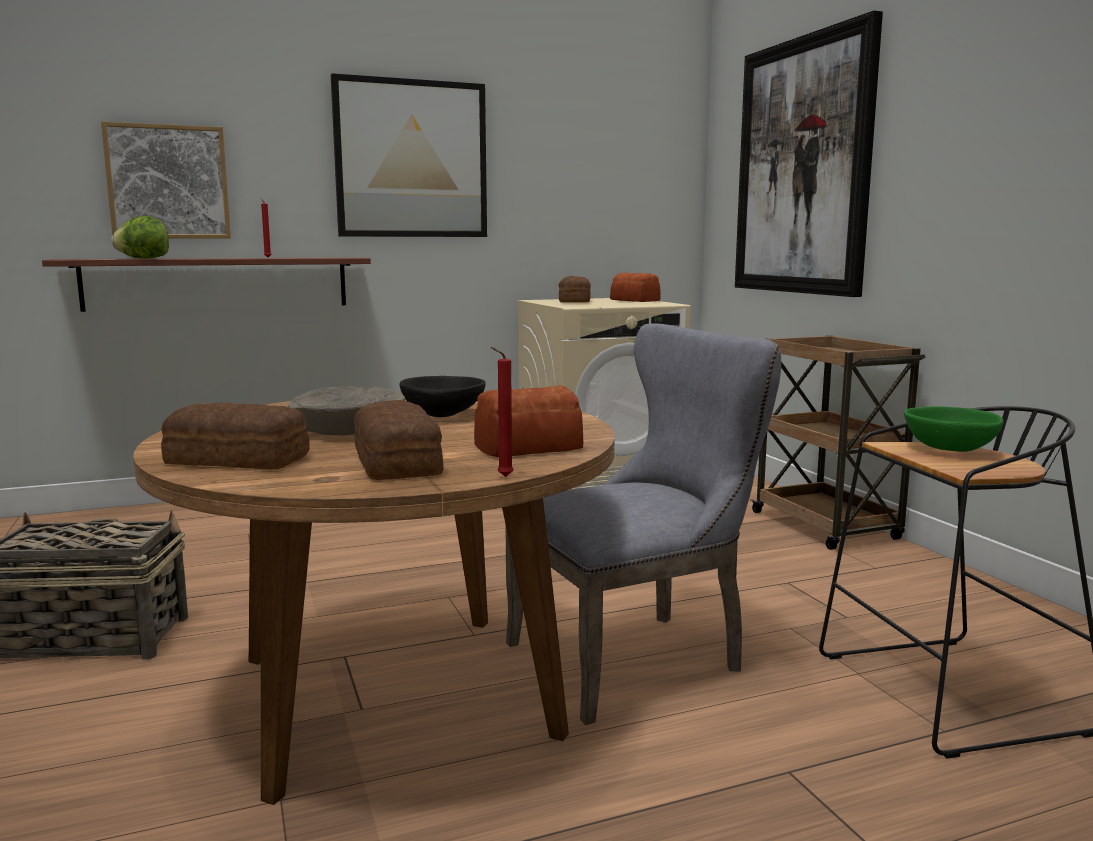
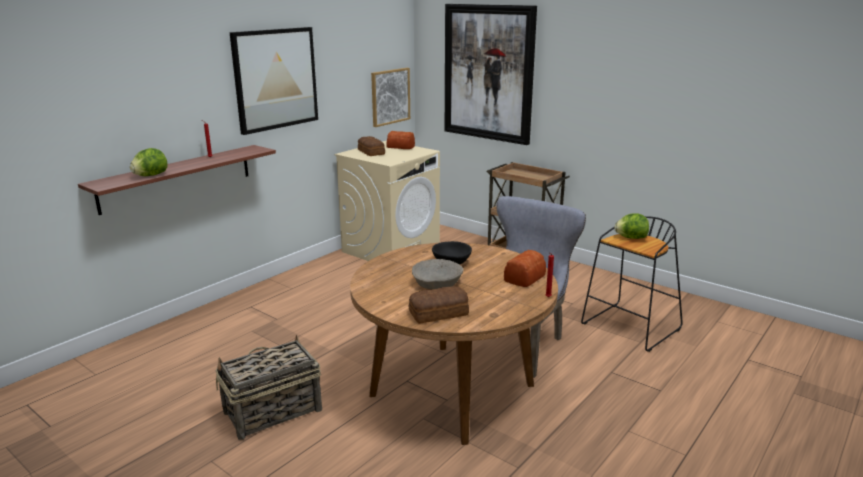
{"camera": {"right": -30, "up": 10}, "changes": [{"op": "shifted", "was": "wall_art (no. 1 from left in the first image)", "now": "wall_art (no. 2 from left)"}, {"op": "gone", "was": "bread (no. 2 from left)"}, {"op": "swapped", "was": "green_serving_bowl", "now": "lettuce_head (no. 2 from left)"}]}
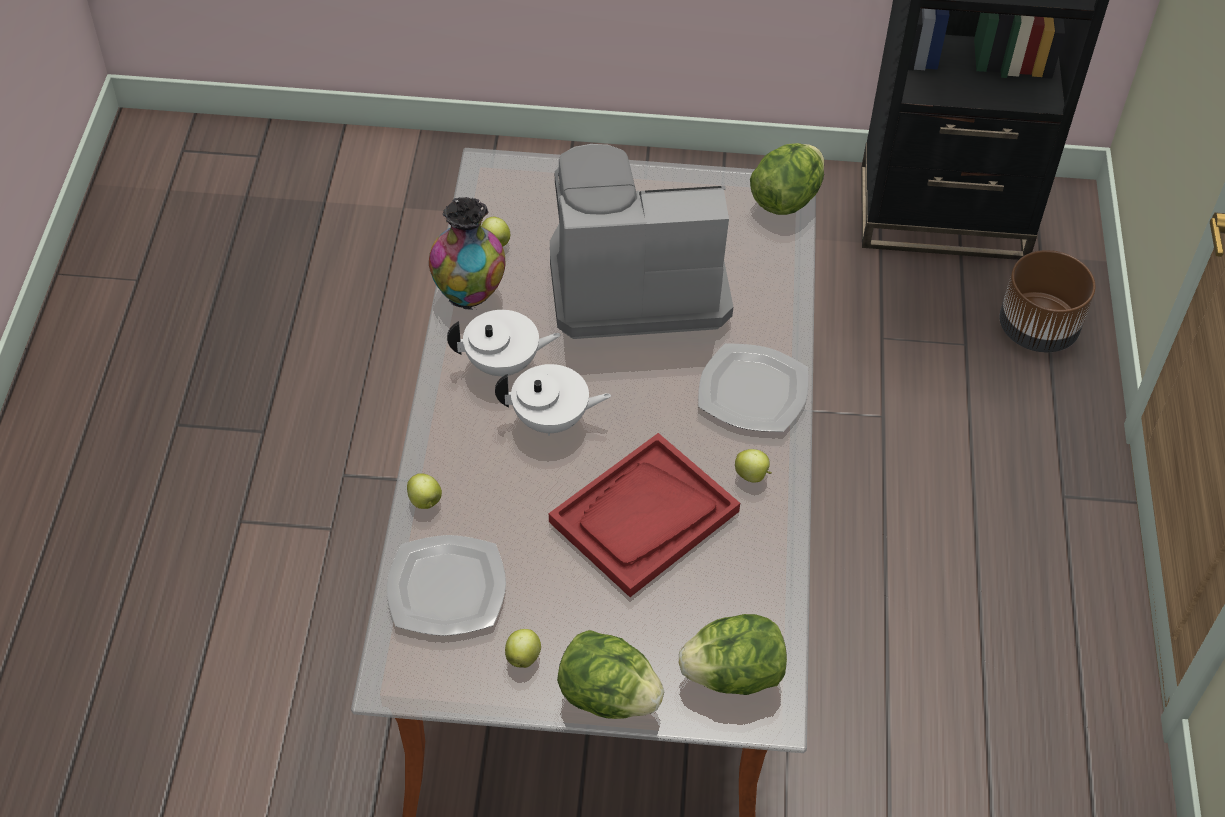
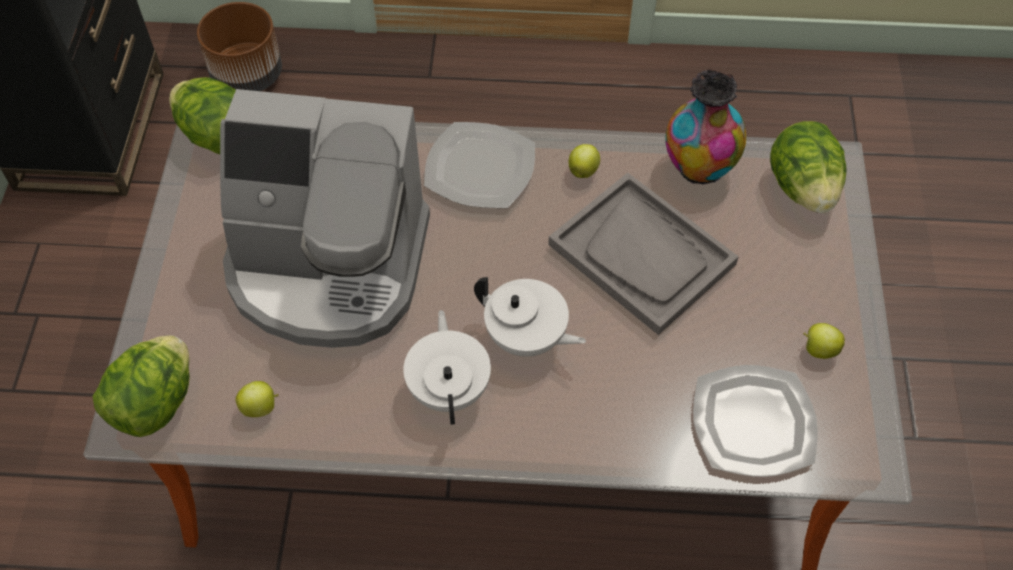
{"camera": {"right": -90, "up": 5}, "changes": [{"op": "gone", "was": "apple_fruit (no. 1 from left)"}, {"op": "shifted", "was": "decorative_vase"}, {"op": "rotated", "was": "whitish_tea_pot (no. 2 from left)", "clockwise": 120}, {"op": "repainted", "was": "reddish_serving_tray", "now": "gray_serving_tray"}, {"op": "rotated", "was": "coffee_brewer", "clockwise": -75}, {"op": "shifted", "was": "lettuce_head (no. 1 from left)"}]}
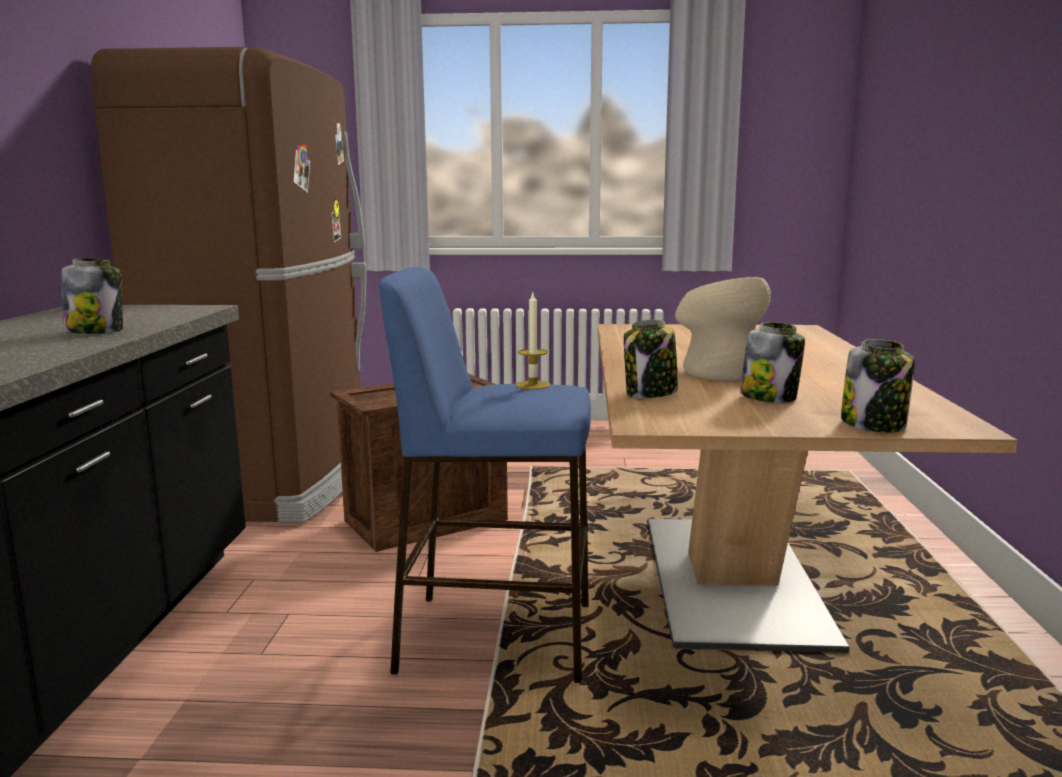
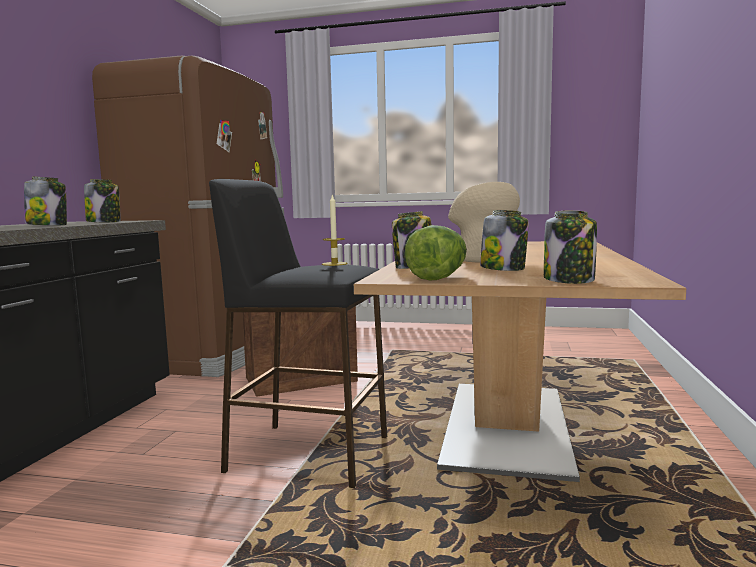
{"camera": {"right": 10, "up": -5}, "changes": [{"op": "repainted", "was": "blue_sitting_stool", "now": "black_sitting_stool"}, {"op": "new", "now": "storage_jar (no. 2 from left)"}, {"op": "new", "now": "lettuce_head"}]}
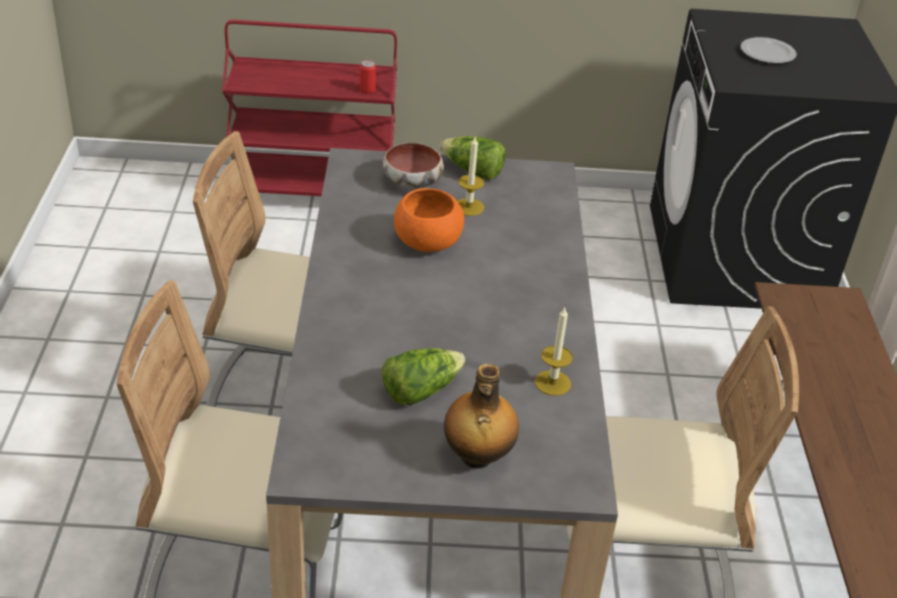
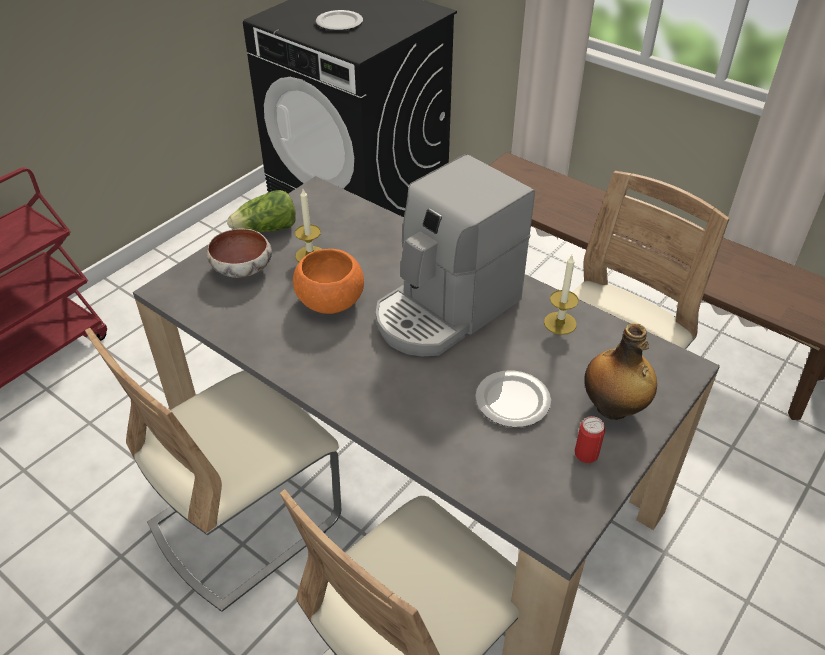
{"camera": {"right": -50, "up": 5}, "changes": [{"op": "shifted", "was": "metal_can"}, {"op": "swapped", "was": "lettuce_head (no. 1 from left)", "now": "flat_dish (no. 2 from left)"}, {"op": "new", "now": "coffee_brewer"}]}
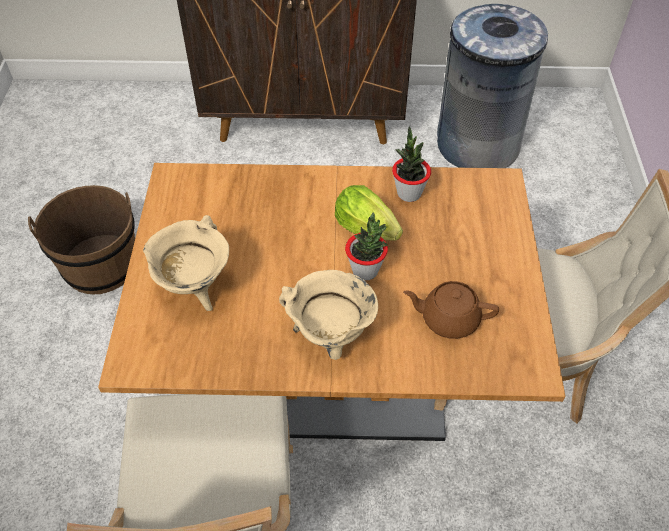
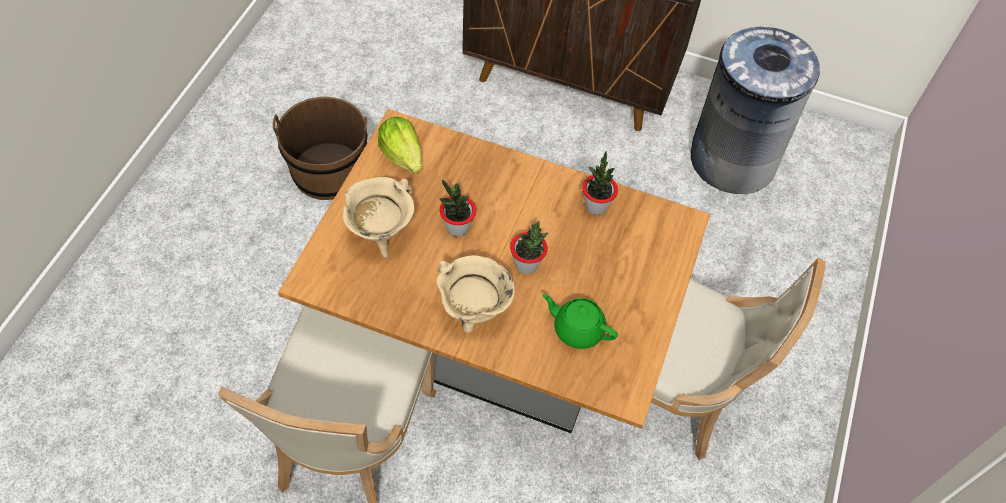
{"camera": {"right": 15, "up": 5}, "changes": [{"op": "shifted", "was": "lettuce_head"}, {"op": "repainted", "was": "brown_tea_pot", "now": "green_tea_pot"}, {"op": "new", "now": "plant_in_a_pot (no. 1 from left)"}]}
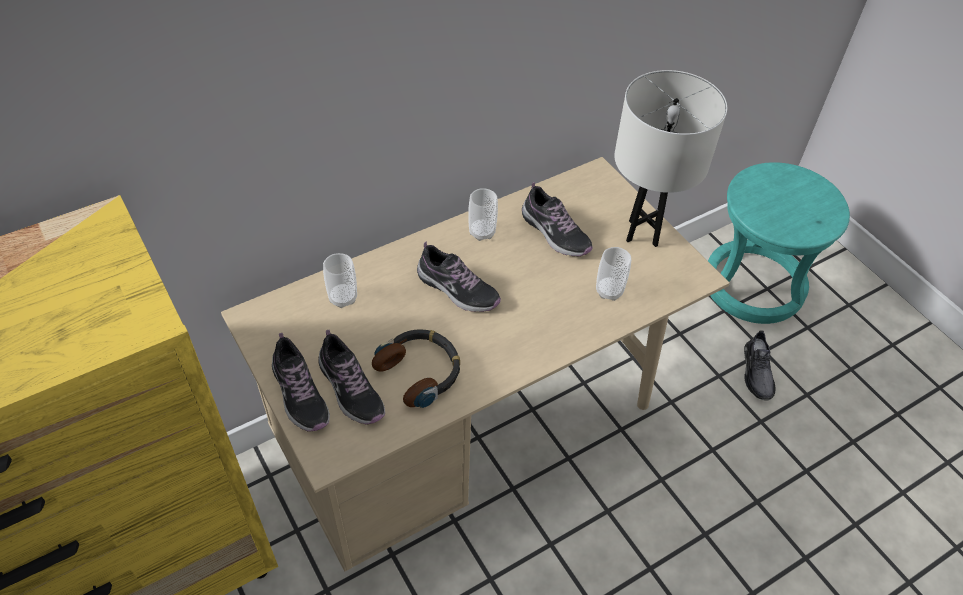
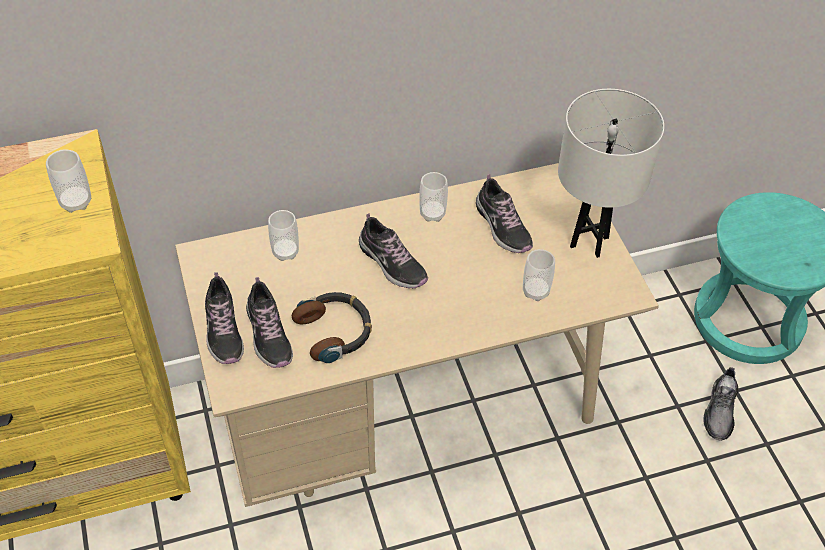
{"camera": {"right": 15, "up": 0}, "changes": [{"op": "new", "now": "small_cup (no. 1 from left)"}]}
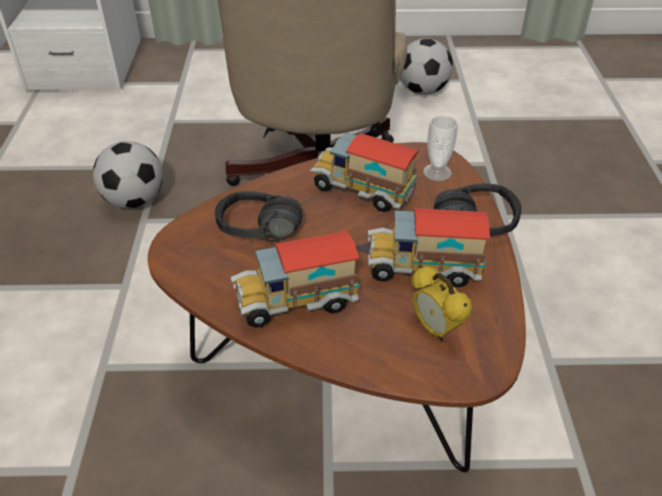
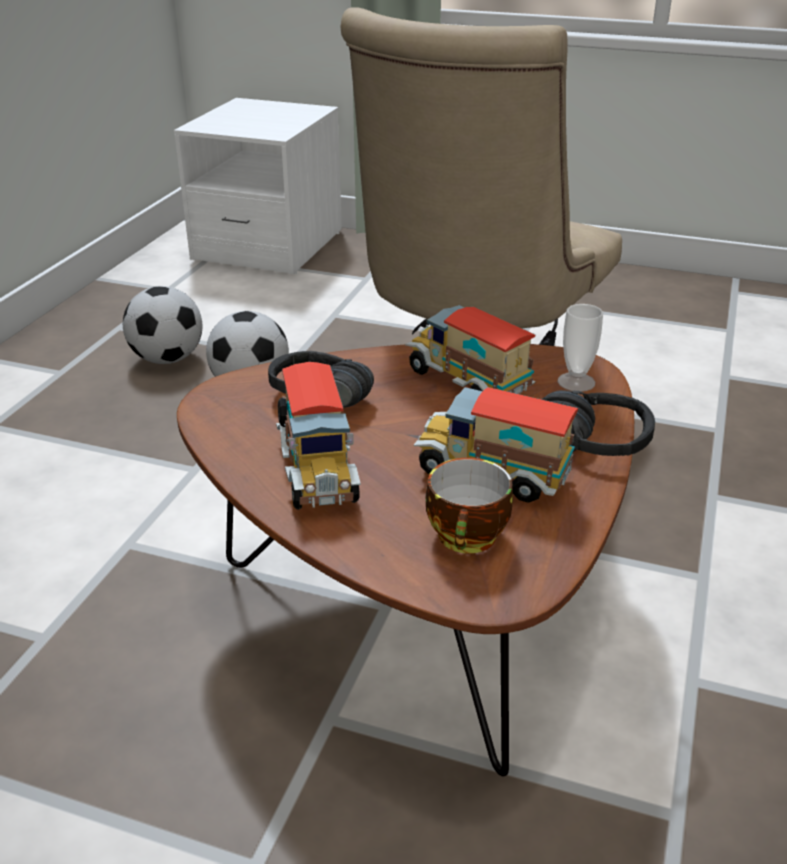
{"camera": {"right": 20, "up": -10}, "changes": [{"op": "rotated", "was": "model_truck (no. 1 from left)", "clockwise": -105}, {"op": "shifted", "was": "football (no. 2 from left in the first image)", "now": "football (no. 1 from left)"}, {"op": "swapped", "was": "bedside_clock", "now": "small_cup (no. 1 from left)"}]}
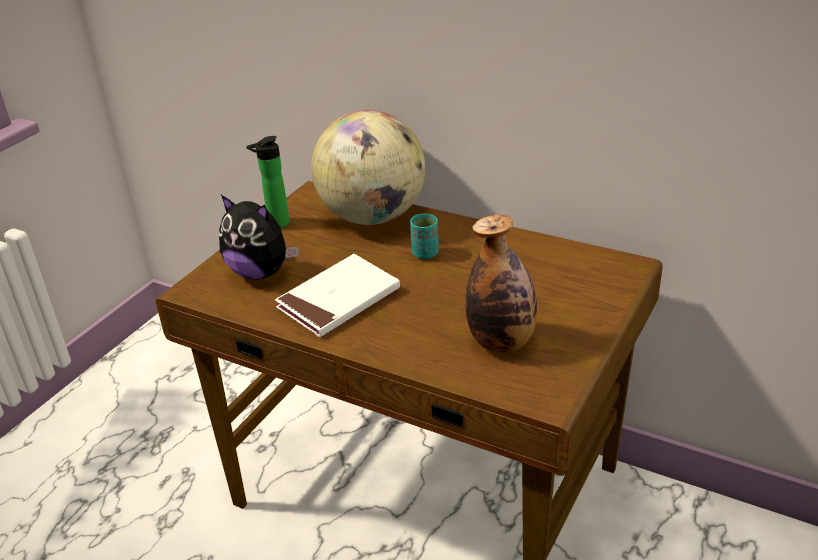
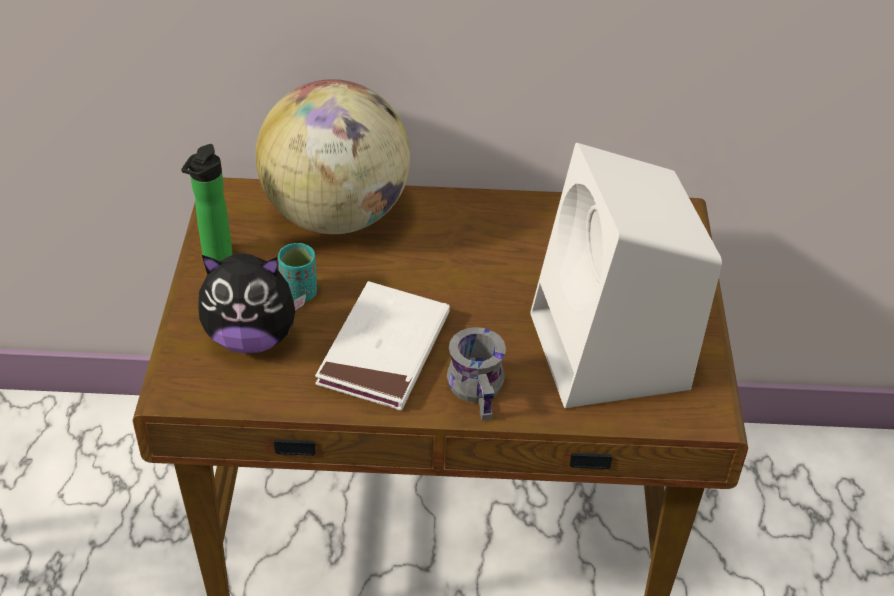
{"camera": {"right": -30, "up": 10}, "changes": [{"op": "shifted", "was": "blue-green_small_cup"}, {"op": "swapped", "was": "bottle (no. 2 from left)", "now": "whitish_speaker"}, {"op": "new", "now": "gray_coffee_mug"}]}
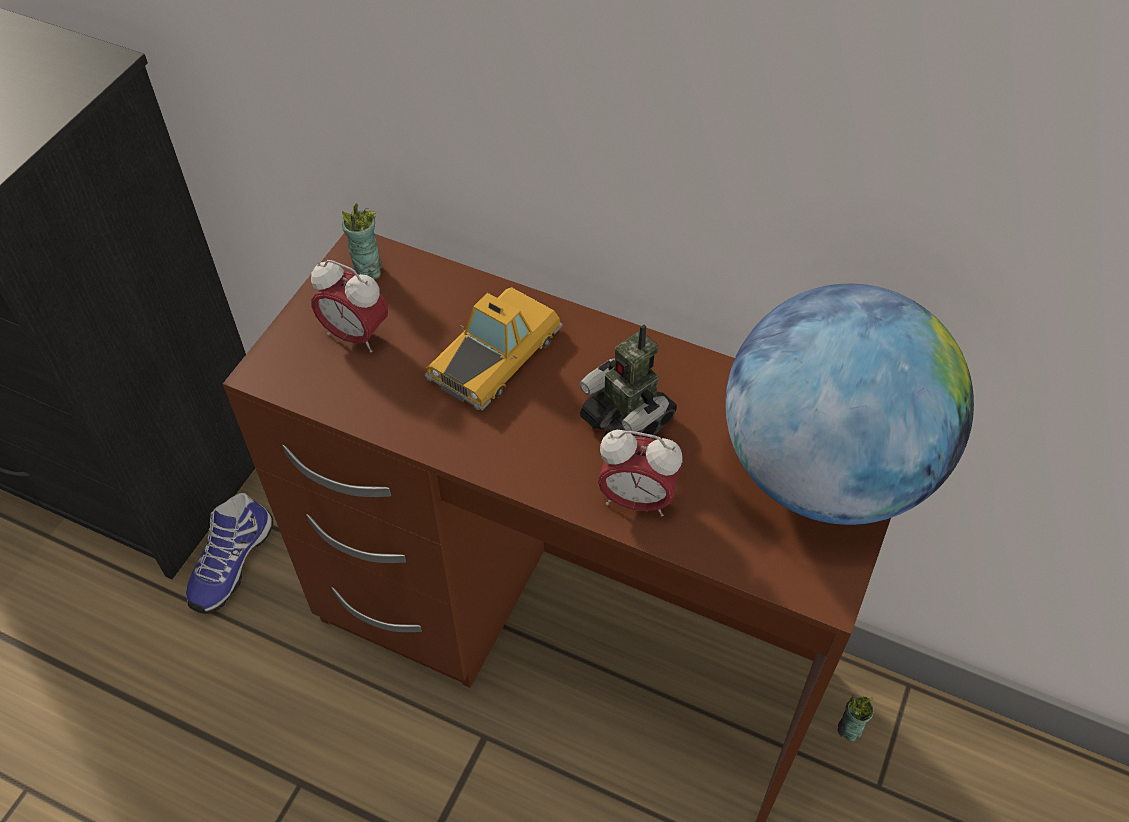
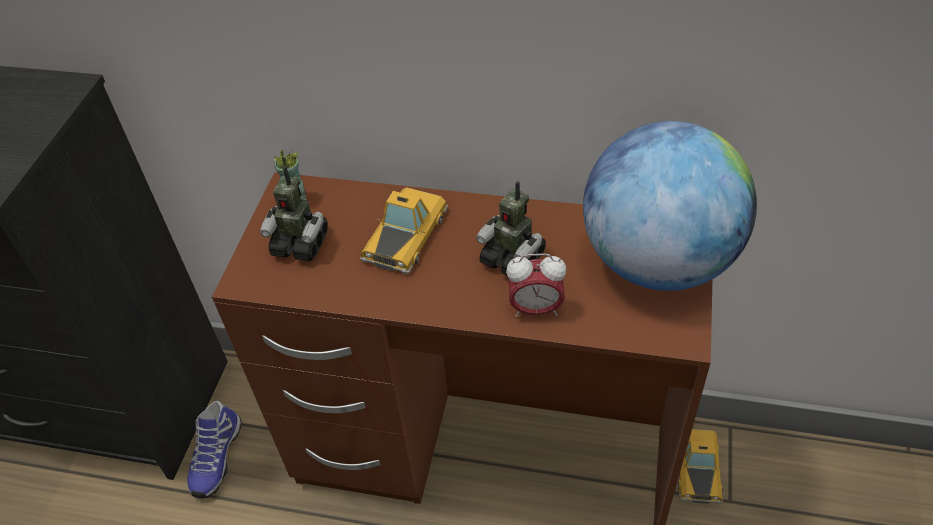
{"camera": {"right": -10, "up": -5}, "changes": [{"op": "swapped", "was": "bedside_clock (no. 1 from left)", "now": "toy_robot (no. 1 from left)"}, {"op": "swapped", "was": "small_cup (no. 2 from left)", "now": "model_car (no. 2 from left)"}]}
